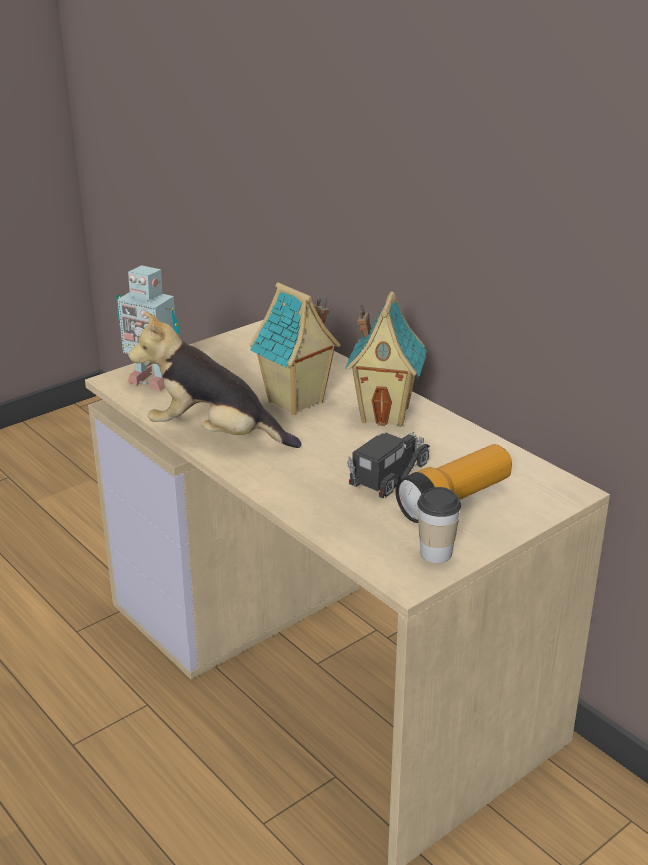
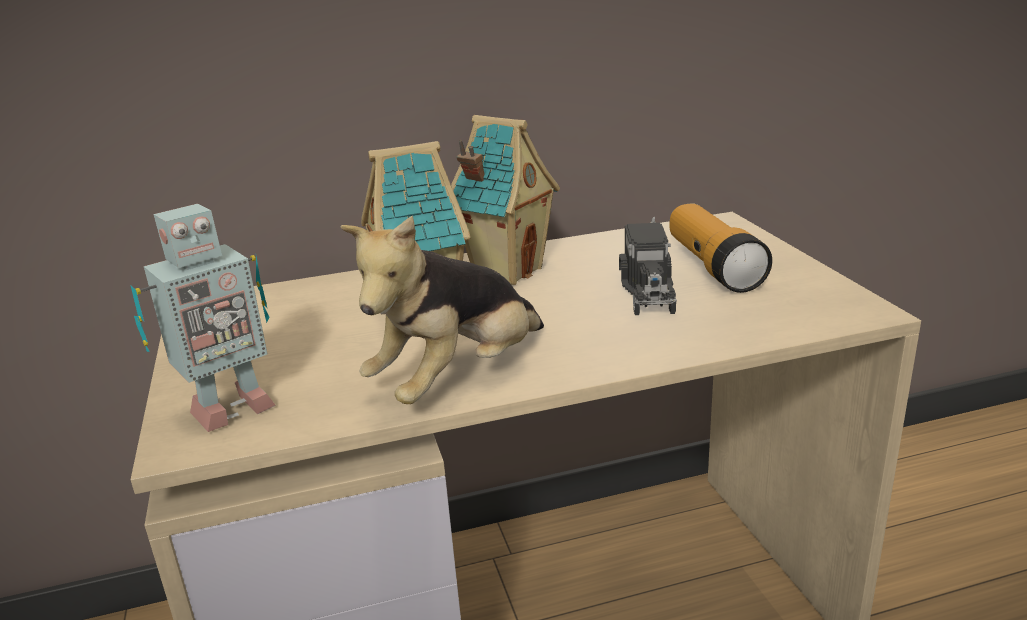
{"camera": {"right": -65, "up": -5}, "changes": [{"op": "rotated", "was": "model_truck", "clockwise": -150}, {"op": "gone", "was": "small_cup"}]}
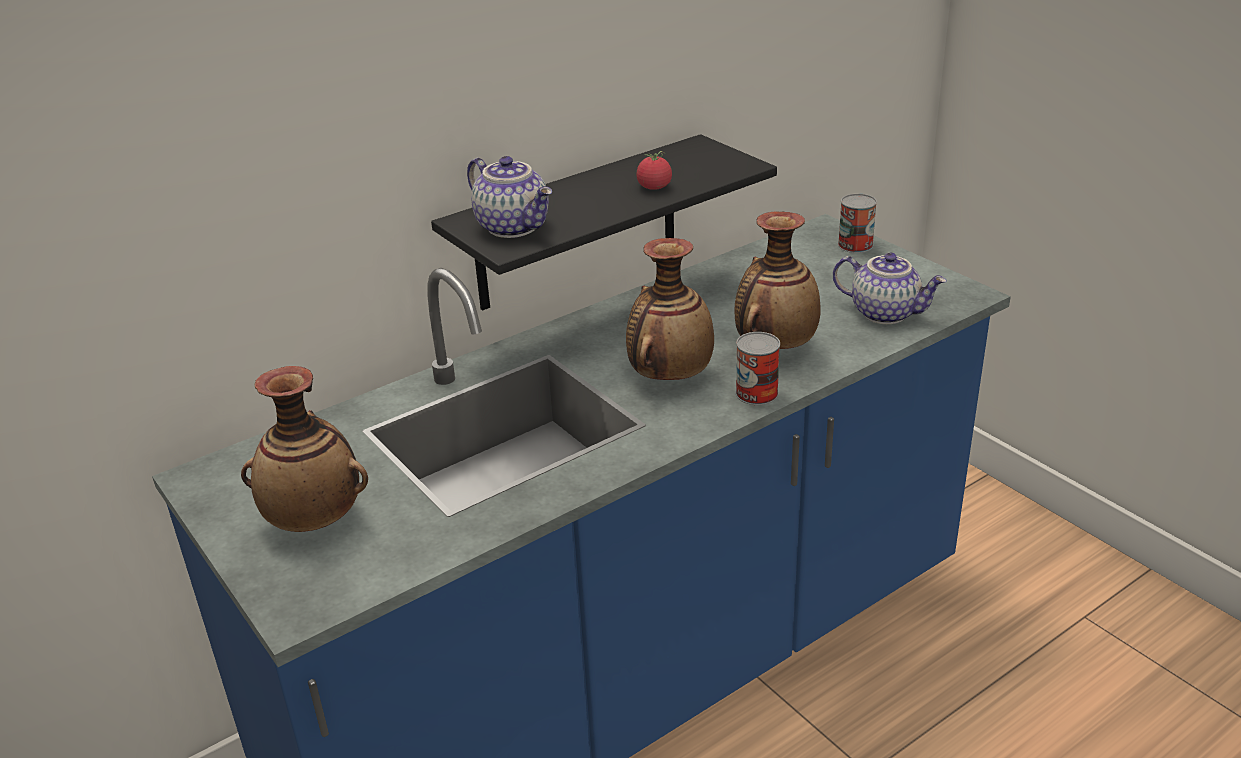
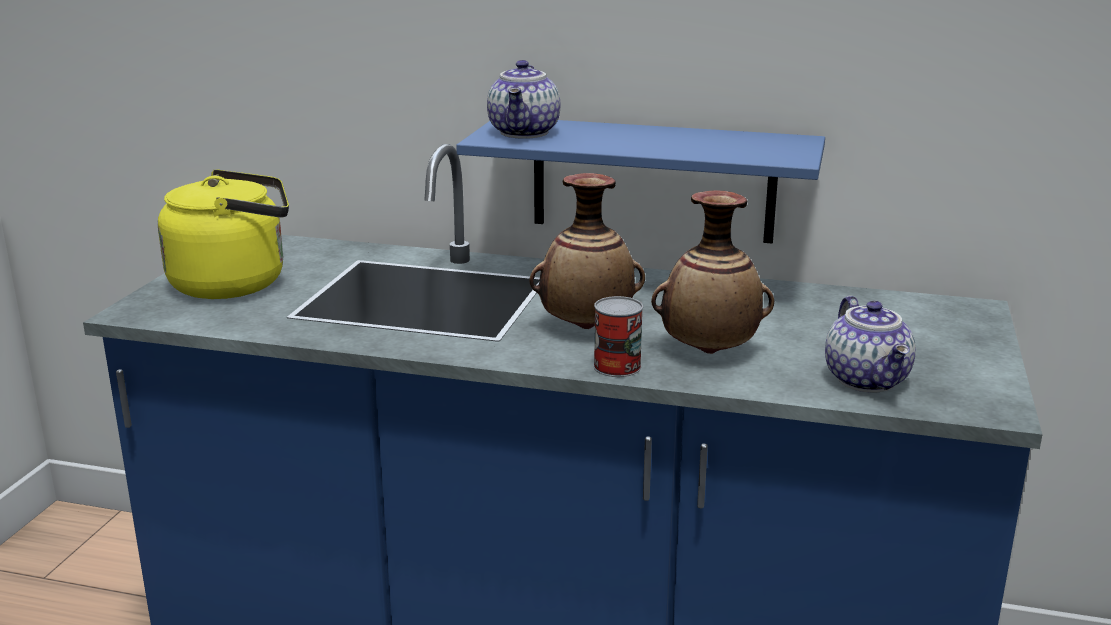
{"camera": {"right": 50, "up": -10}, "changes": [{"op": "swapped", "was": "decorative_vase (no. 1 from left)", "now": "yellow_kettle"}, {"op": "repainted", "was": "black_wall_shelf", "now": "blue_wall_shelf"}, {"op": "gone", "was": "fresh_tomato"}, {"op": "gone", "was": "metal_can (no. 2 from left)"}]}
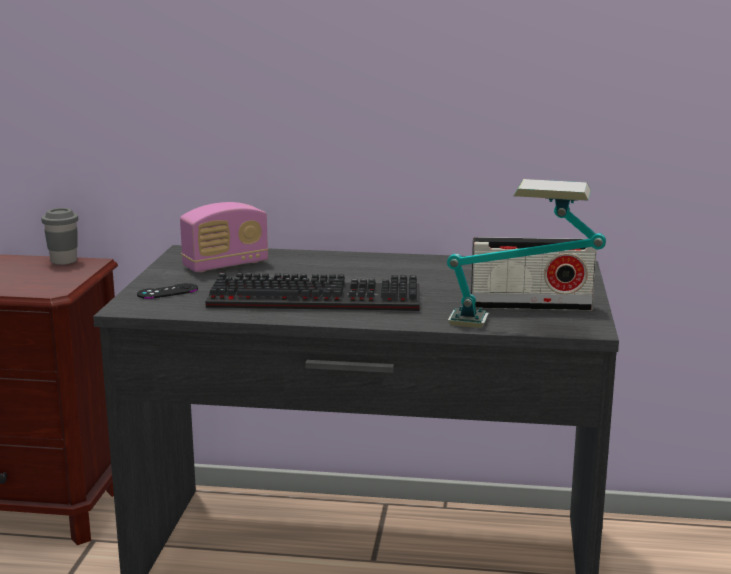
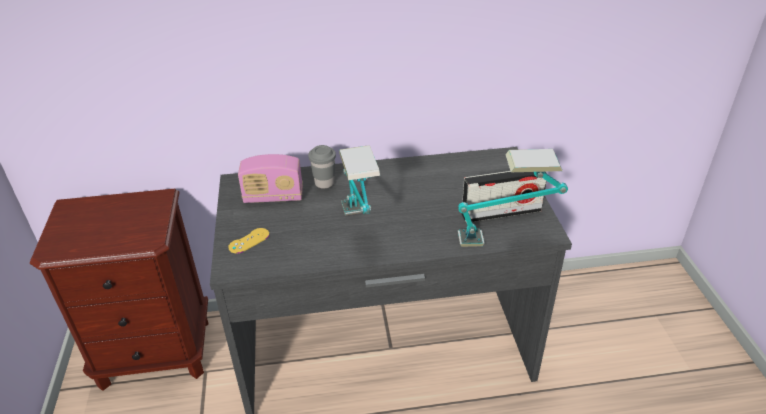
{"camera": {"right": -15, "up": 20}, "changes": [{"op": "shifted", "was": "gray_small_cup"}, {"op": "repainted", "was": "black_joypad", "now": "yellow_joypad"}, {"op": "rotated", "was": "radio_receiver (no. 1 from left)", "clockwise": 45}, {"op": "swapped", "was": "PC_keyboard", "now": "table_lamp (no. 1 from left)"}]}
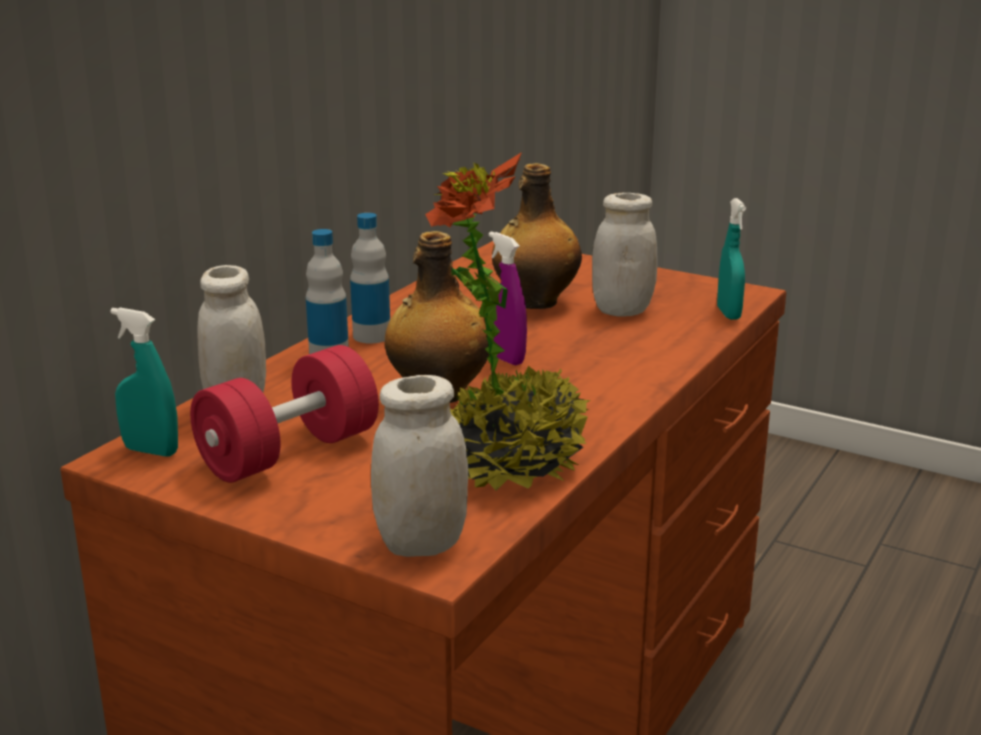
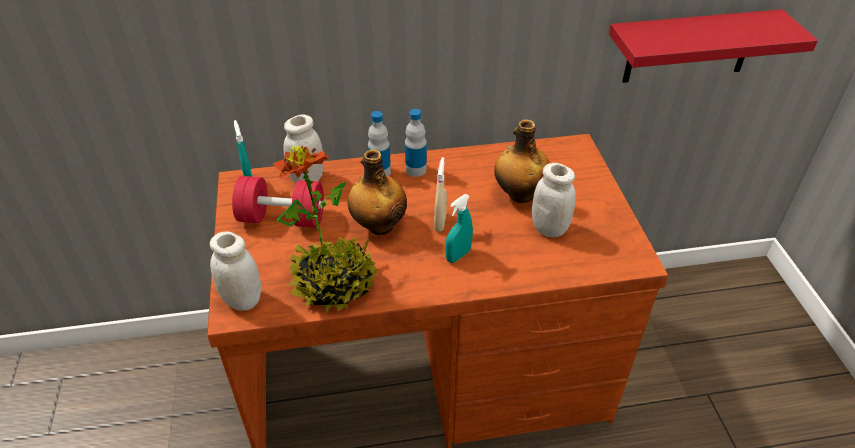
{"camera": {"right": 50, "up": 20}, "changes": [{"op": "repainted", "was": "purple_sprayer", "now": "sand-coloured_sprayer"}, {"op": "shifted", "was": "blue-green_sprayer (no. 2 from left)"}, {"op": "new", "now": "reddish_wall_shelf"}]}
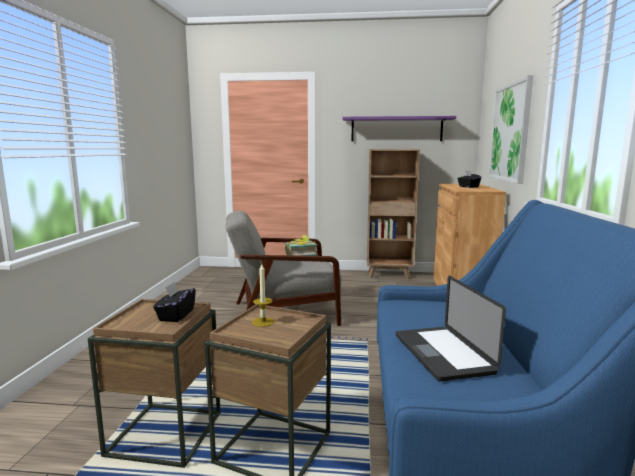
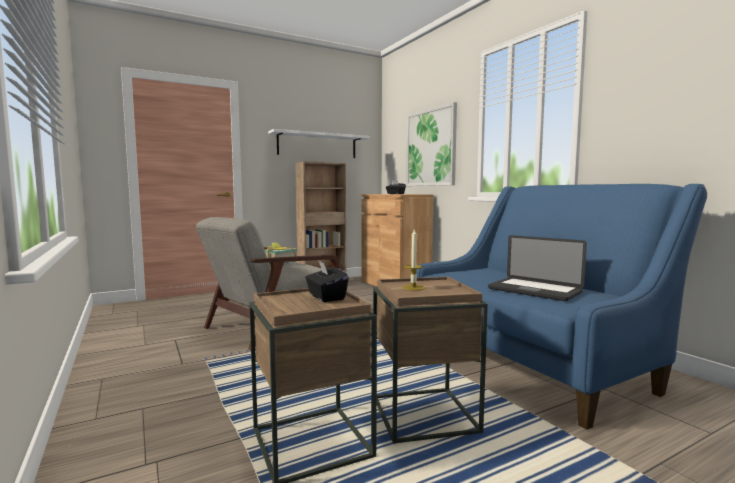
{"camera": {"right": -35, "up": -5}, "changes": [{"op": "repainted", "was": "purple_wall_shelf", "now": "whitish_wall_shelf"}]}
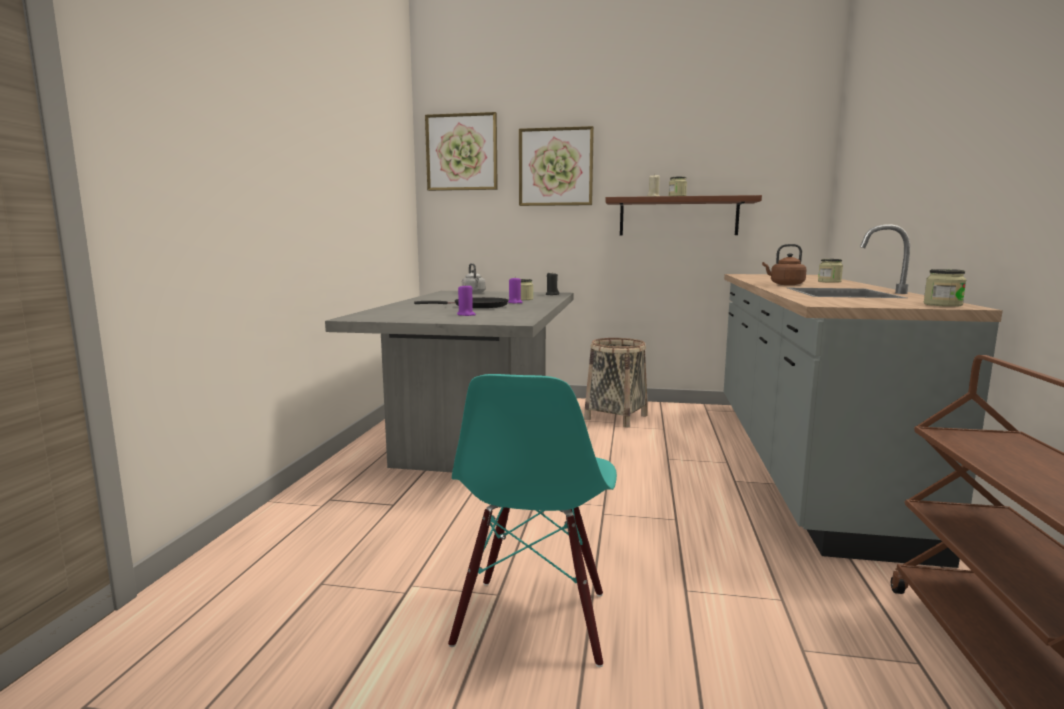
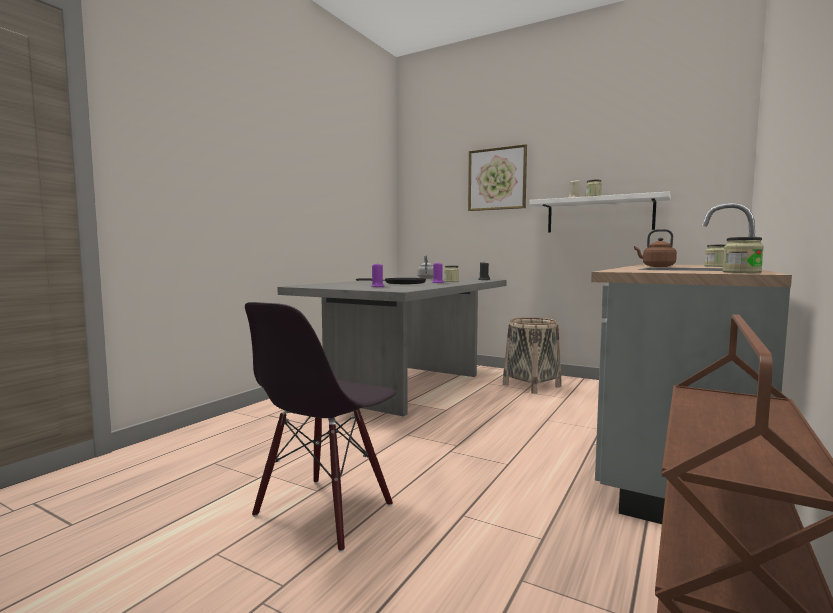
{"camera": {"right": 20, "up": -5}, "changes": [{"op": "gone", "was": "wall_art (no. 1 from left)"}, {"op": "repainted", "was": "blue-green_upright_chair", "now": "black_upright_chair"}, {"op": "repainted", "was": "brown_wall_shelf", "now": "whitish_wall_shelf"}]}
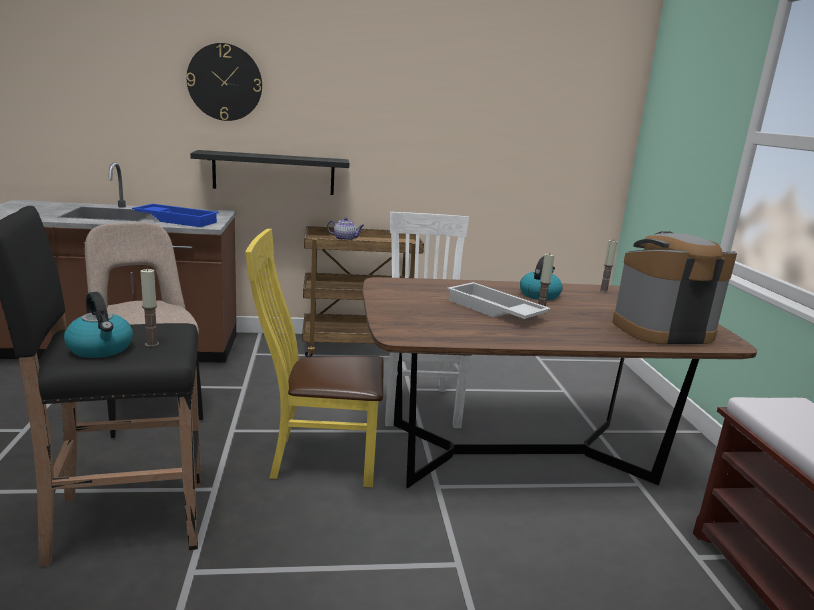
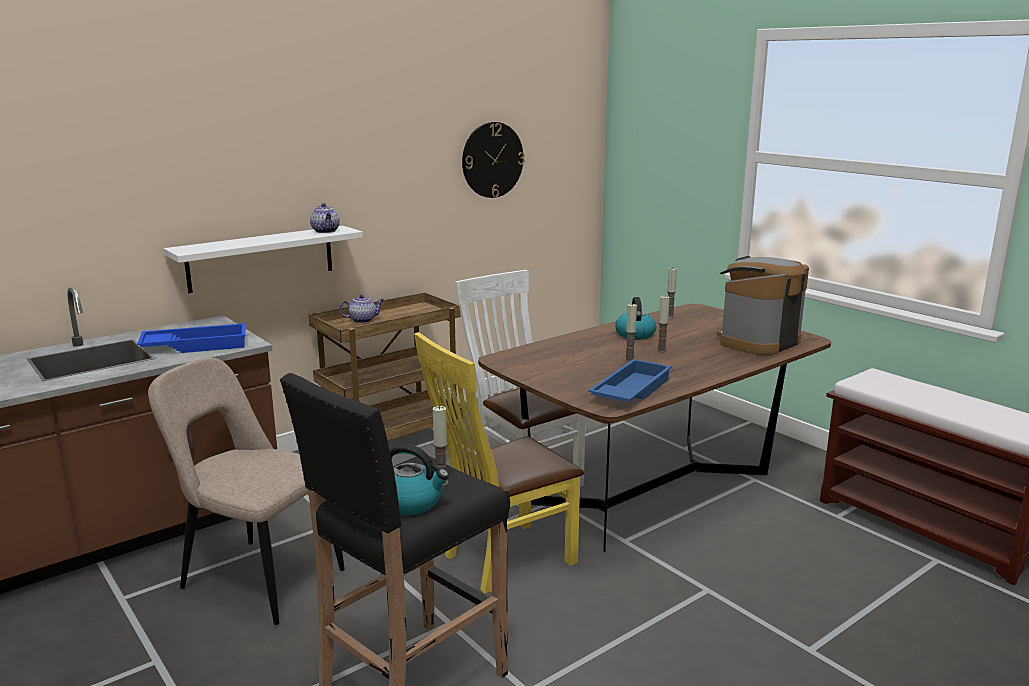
{"camera": {"right": -30, "up": 0}, "changes": [{"op": "shifted", "was": "hanging_clock"}, {"op": "repainted", "was": "black_wall_shelf", "now": "whitish_wall_shelf"}, {"op": "swapped", "was": "whitish_serving_tray", "now": "wax_candle (no. 2 from left)"}, {"op": "new", "now": "tea_pot (no. 1 from left)"}, {"op": "new", "now": "blue_serving_tray (no. 2 from left)"}]}
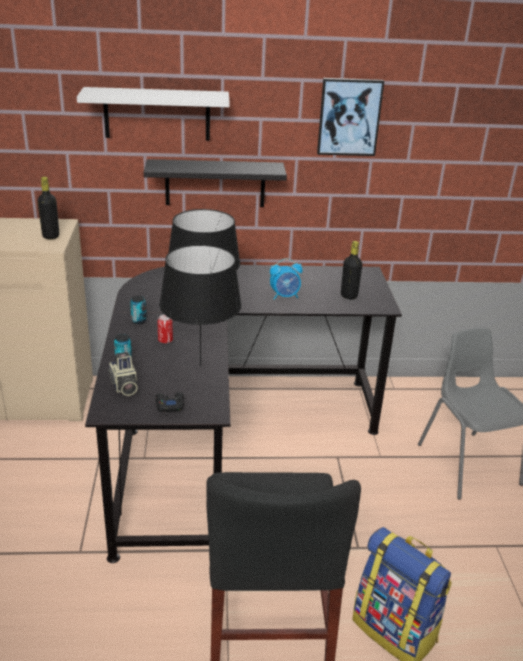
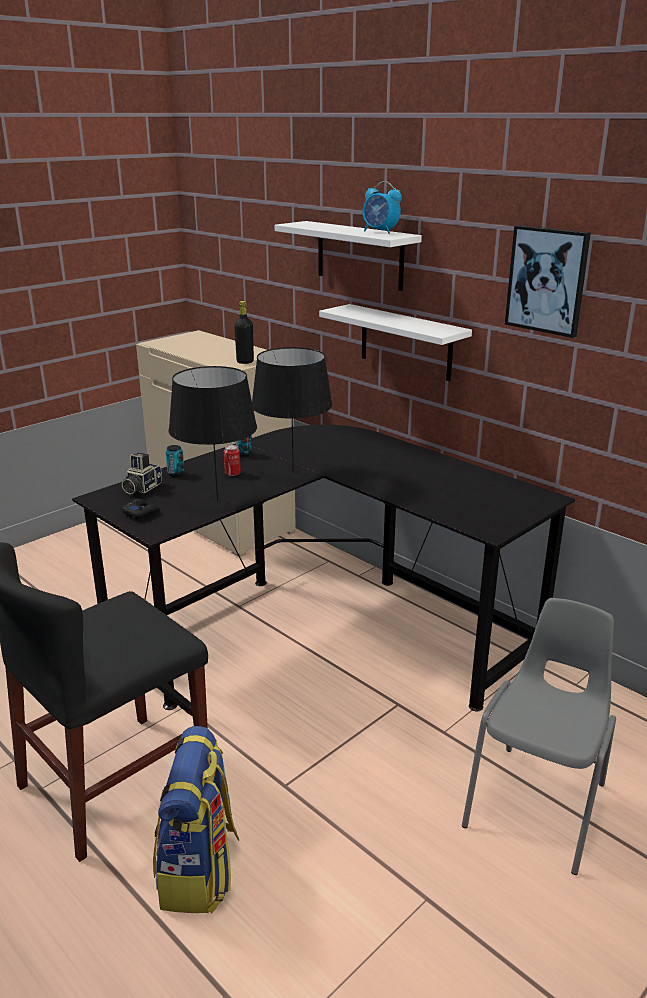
{"camera": {"right": 50, "up": -5}, "changes": [{"op": "repainted", "was": "black_wall_shelf", "now": "whitish_wall_shelf (no. 2 from left)"}, {"op": "shifted", "was": "bedside_clock"}, {"op": "gone", "was": "black_bottle (no. 2 from left)"}]}
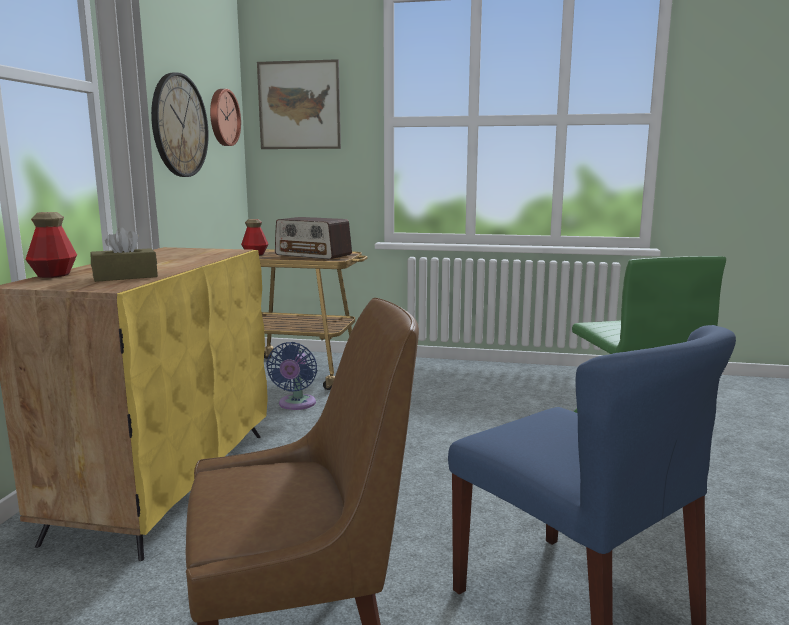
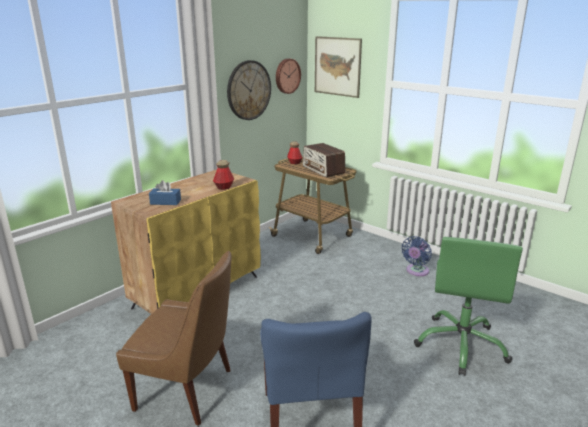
{"camera": {"right": 30, "up": 10}, "changes": [{"op": "shifted", "was": "bottle (no. 1 from left)"}, {"op": "repainted", "was": "brown_box_of_tissues", "now": "blue_box_of_tissues"}, {"op": "shifted", "was": "blue_fan"}]}
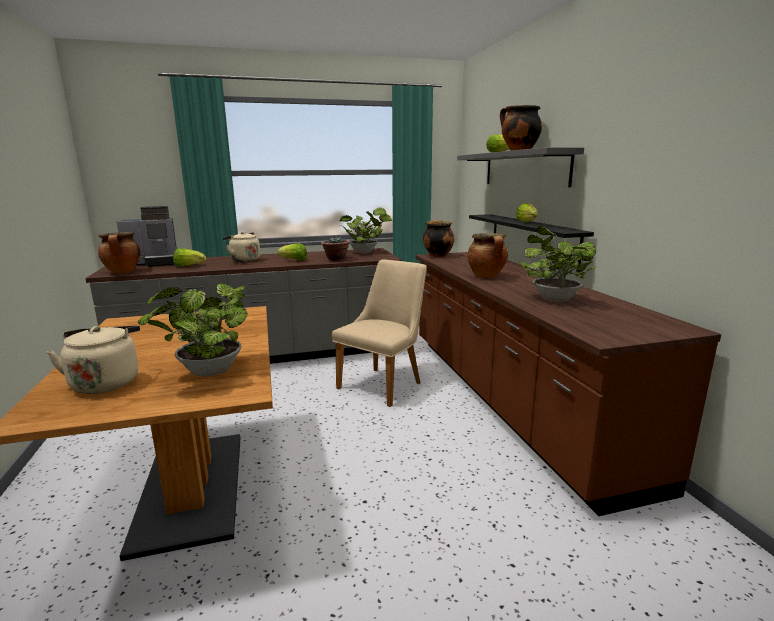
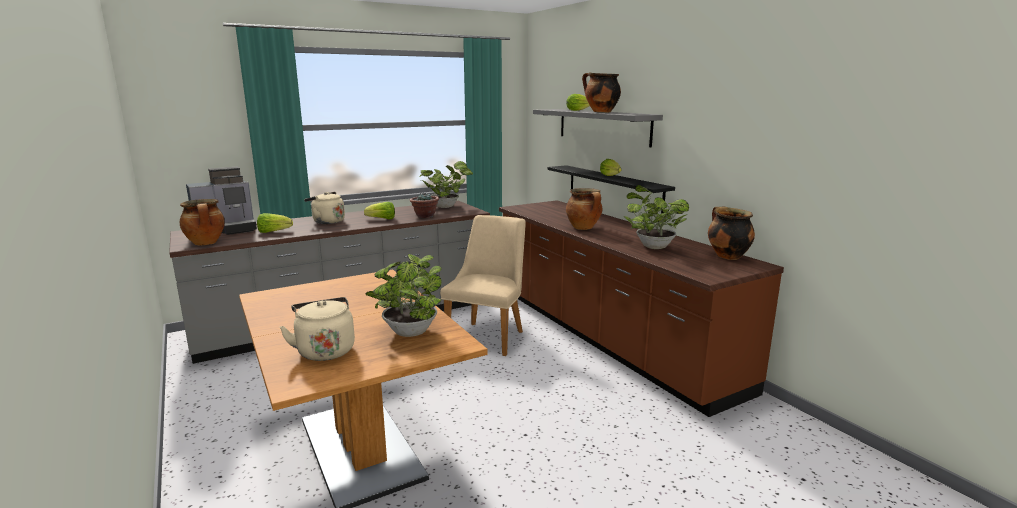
{"camera": {"right": -15, "up": 0}, "changes": [{"op": "shifted", "was": "saucepot (no. 2 from left in the first image)", "now": "saucepot (no. 4 from left)"}]}
